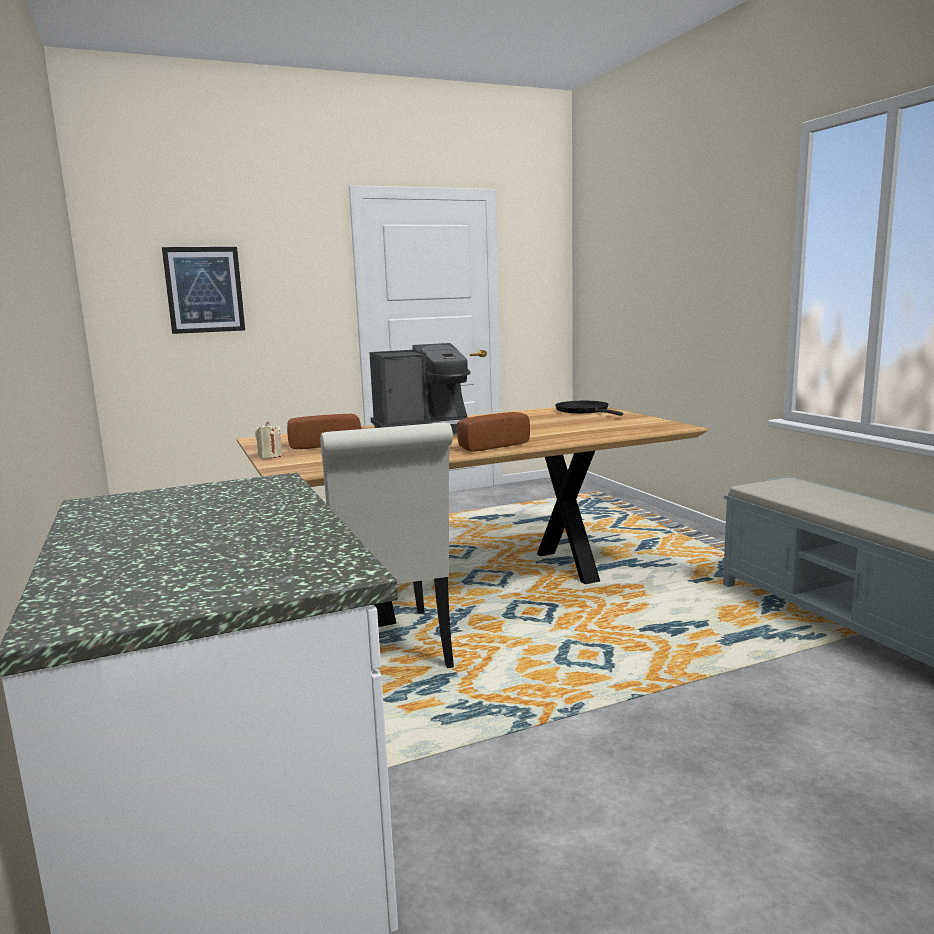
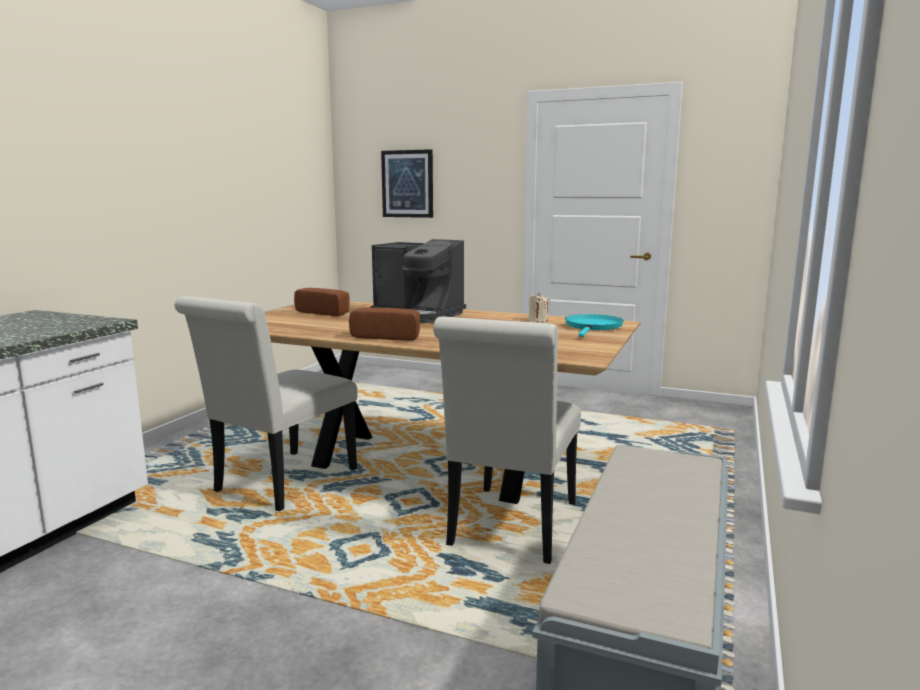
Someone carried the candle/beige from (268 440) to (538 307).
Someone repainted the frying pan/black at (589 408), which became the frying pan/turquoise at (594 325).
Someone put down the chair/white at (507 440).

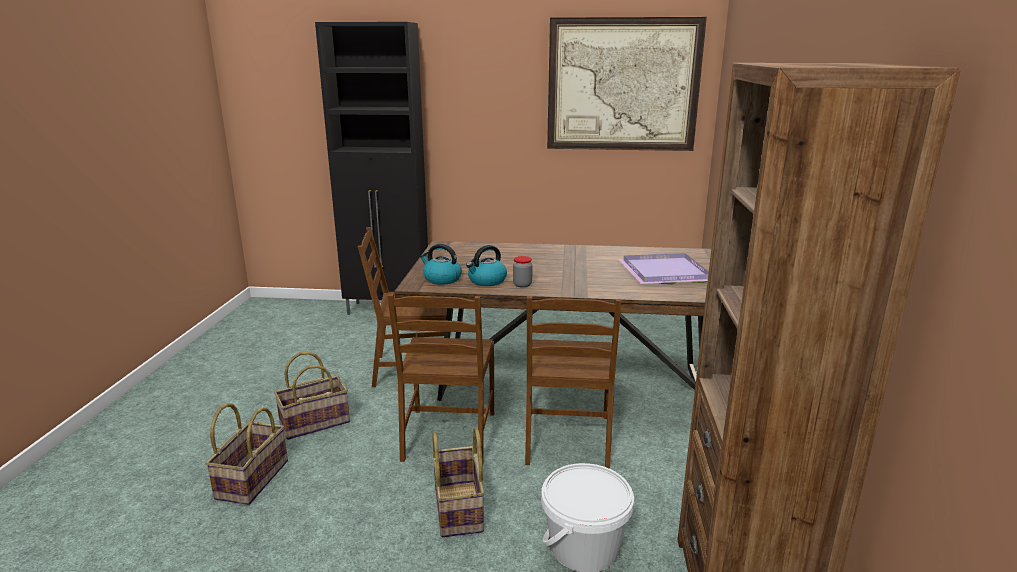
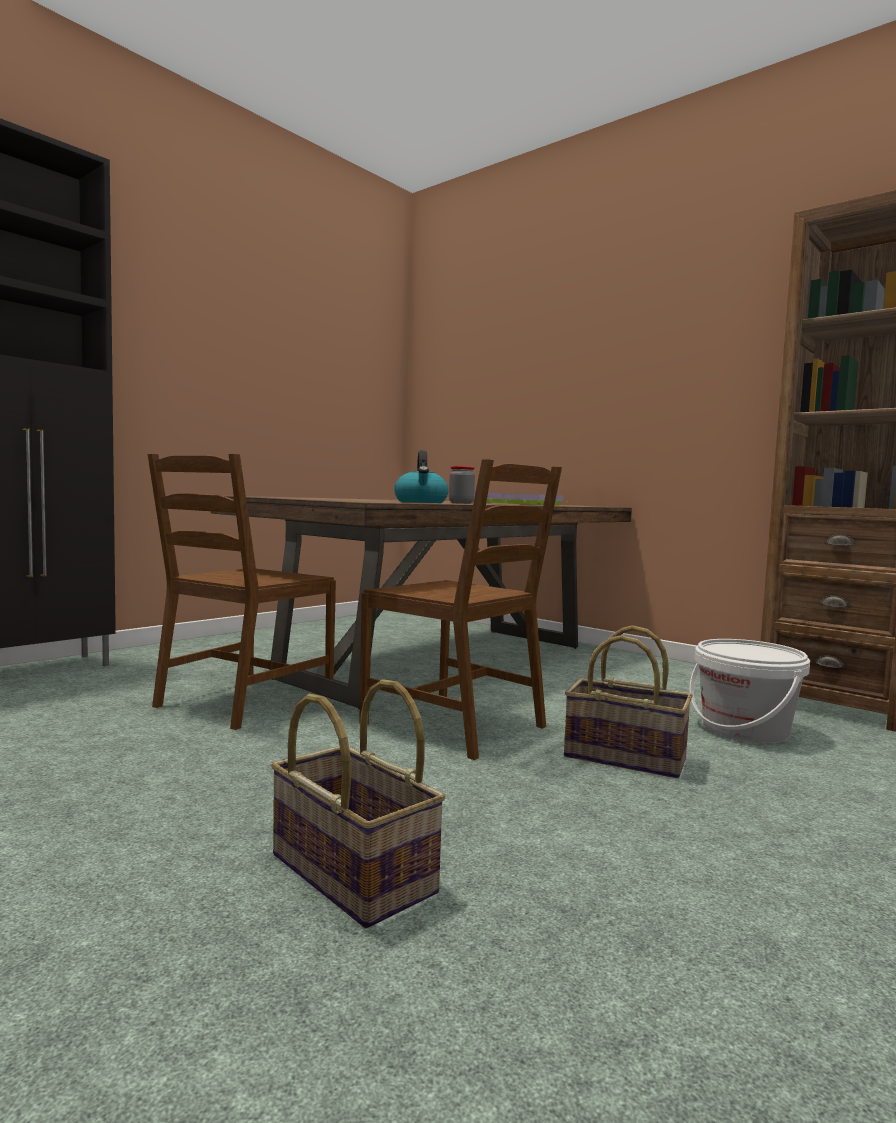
Someone took away the basket at (312 396).
Someone took away the kettle at (441 264).
Someone took away the chair/brown at (573 382).
Someone took away the picture at (627 84).

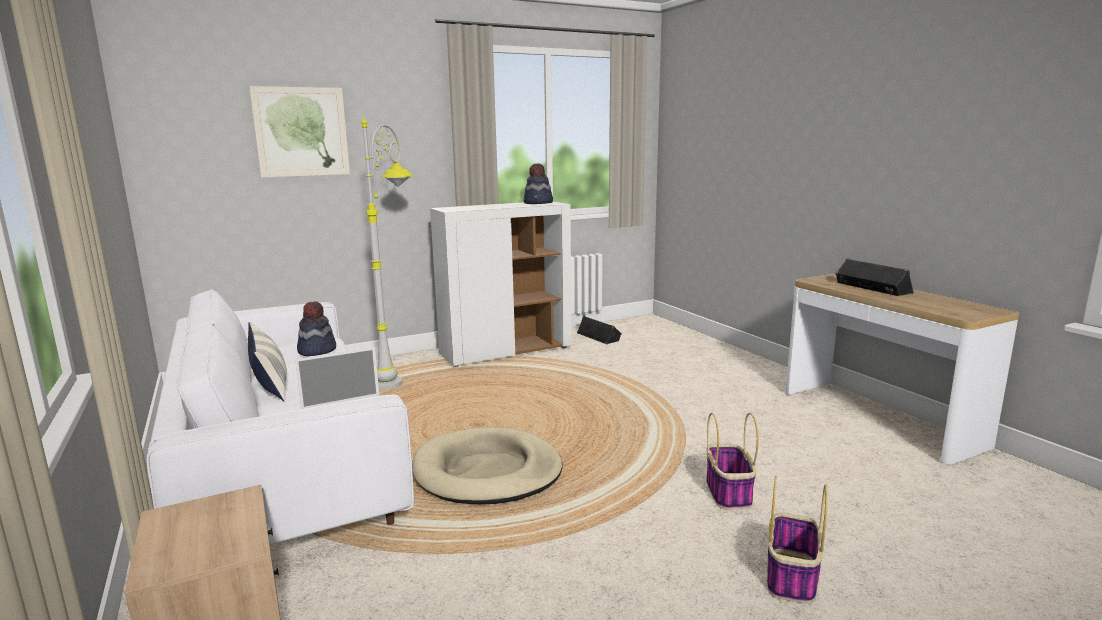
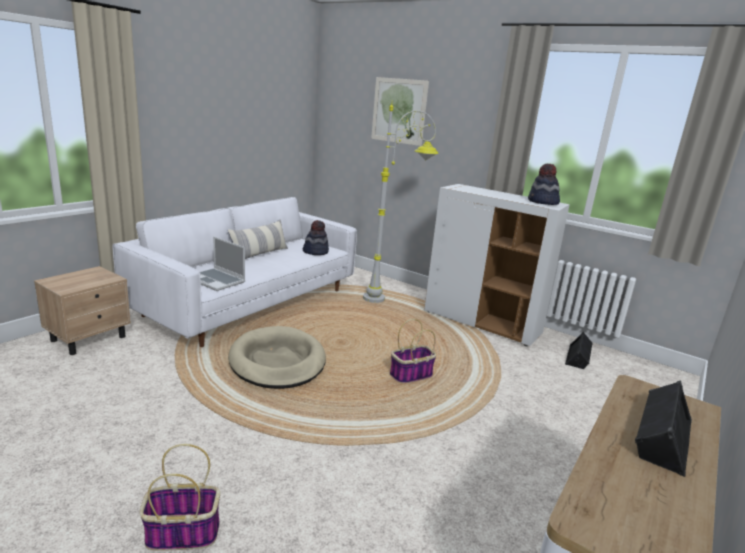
Someone carried the basket from (732 461) to (413 351).

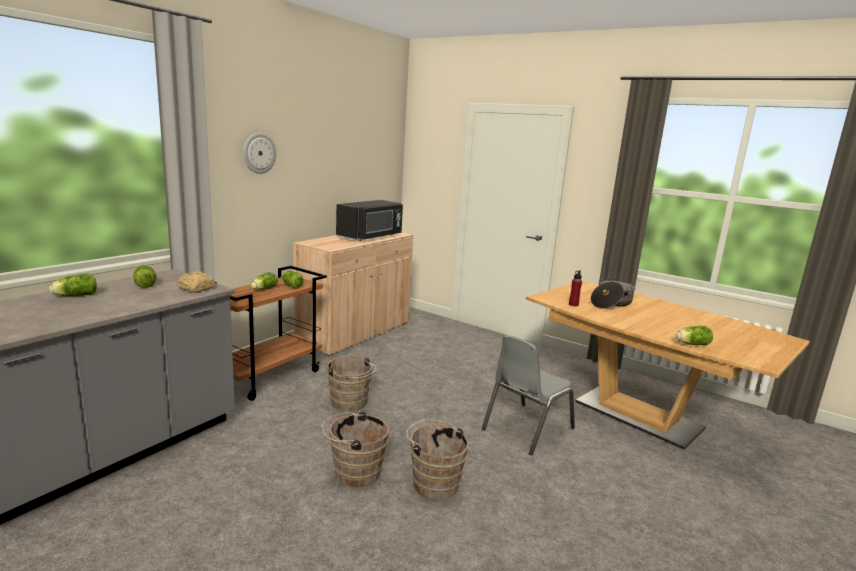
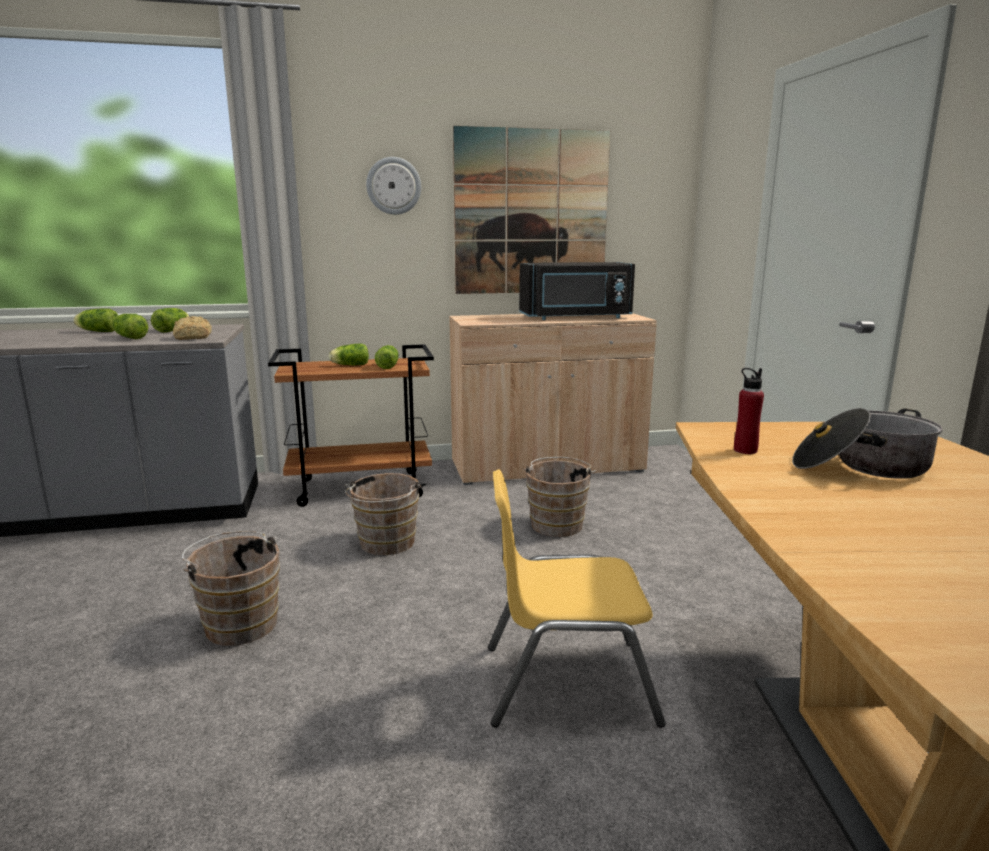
Someone carried the bucket/brown from (437 460) to (559 497).
Someone repainted the chair/grey at (528 395), which became the chair/yellow at (577 598).
Someone carried the lettuce from (694 335) to (130 326).
Someone put up the picture at (531 210).

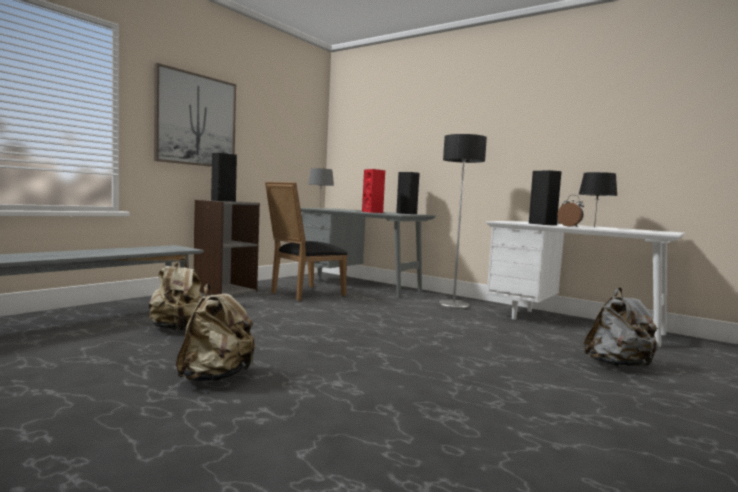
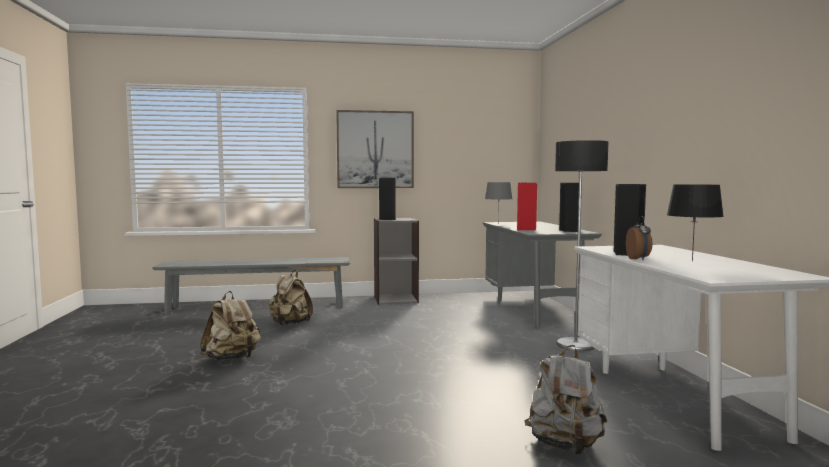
Someone took away the chair/black at (306 241).

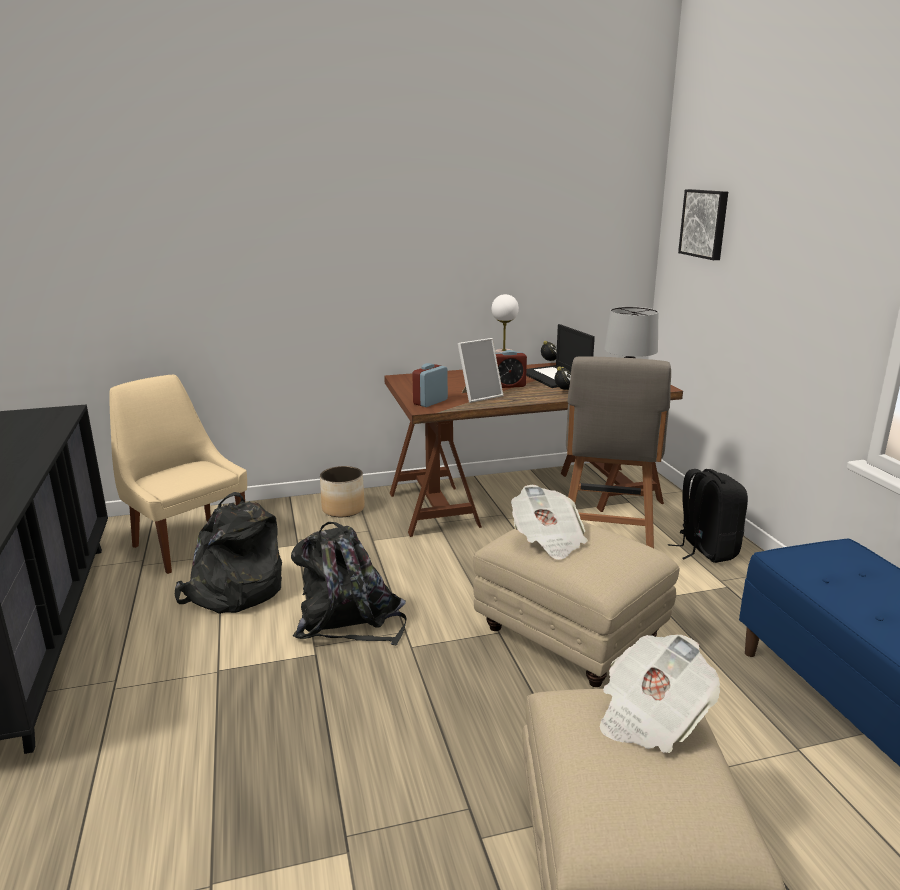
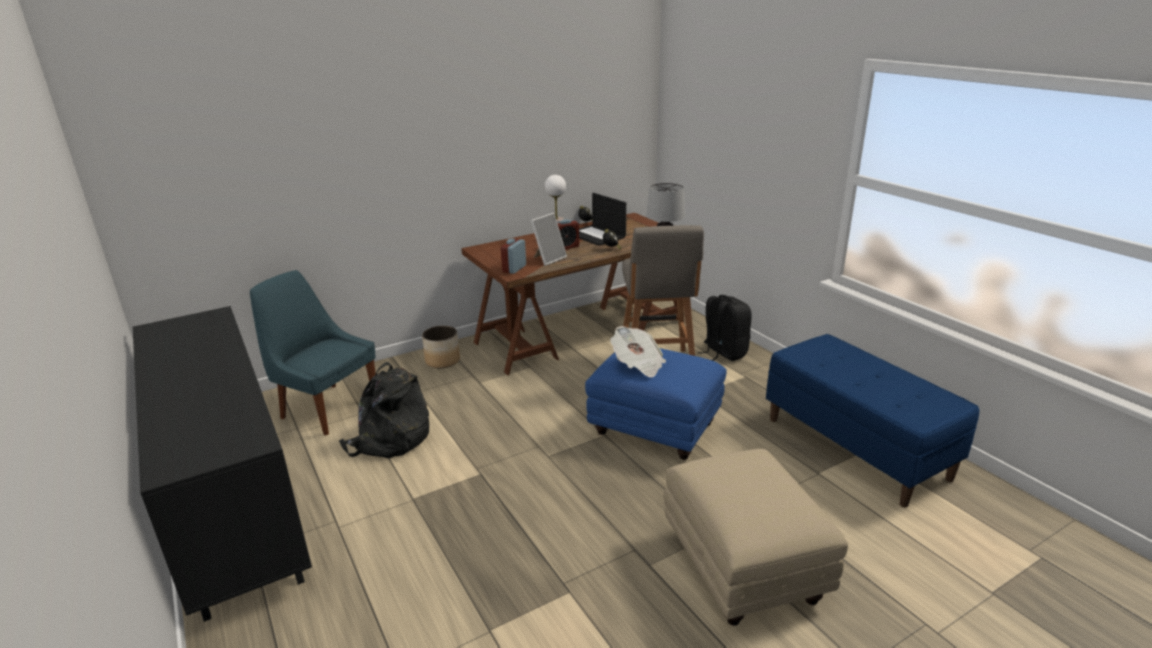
Someone repainted the chair/beige at (178 474), which became the chair/blue at (313 353).
Someone took away the backpack/black at (348 583).
Someone repainted the ottoman/beige at (576 604), which became the ottoman/blue at (656 404).
Someone took away the newspaper at (659 693).
Someone took away the picture at (703 224).

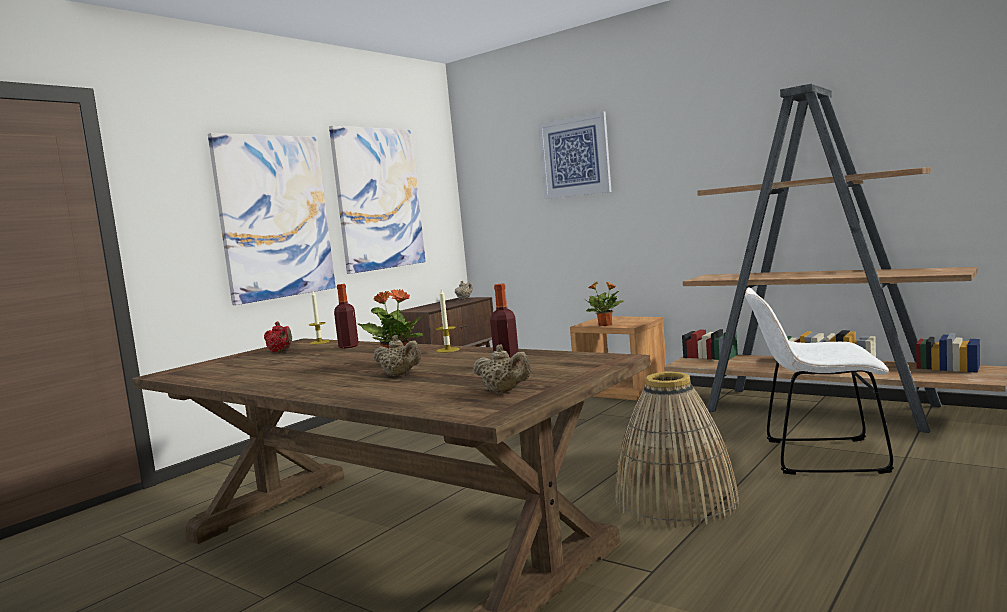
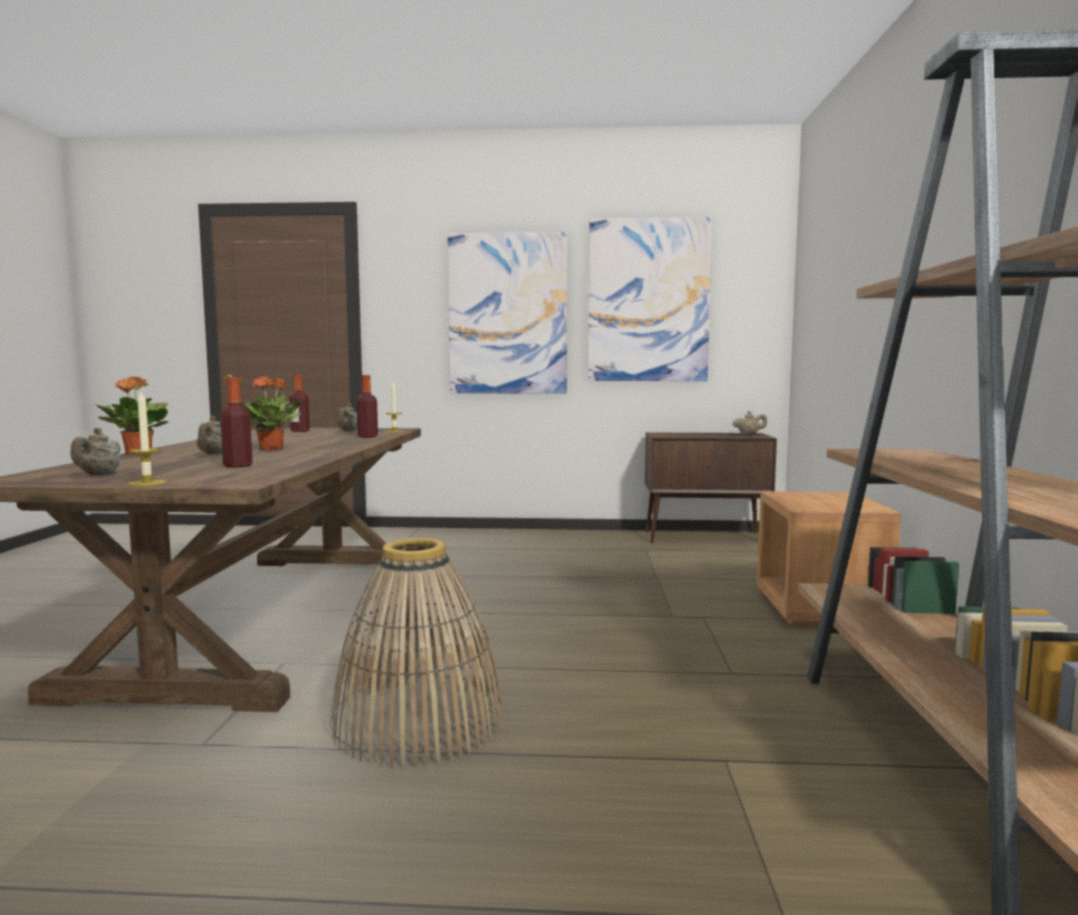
Someone repainted the teapot/red at (278 337), which became the teapot/beige at (347 417).
Someone carried the candle from (447 321) to (147 439).
Someone took away the picture at (574 155).
Someone carried the potted plant from (603 304) to (131 416).
Someone took away the chair/white at (819 381).
Someone put down the bottle at (299 403).

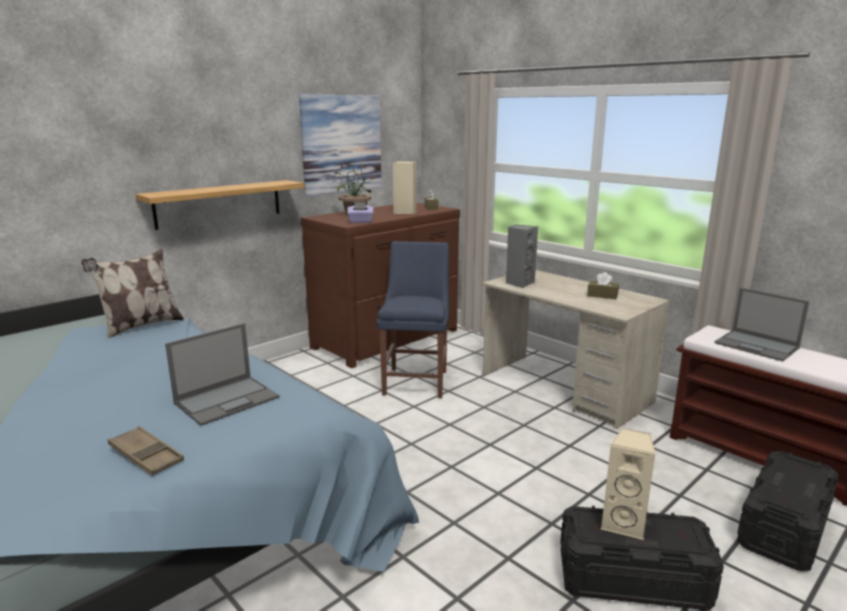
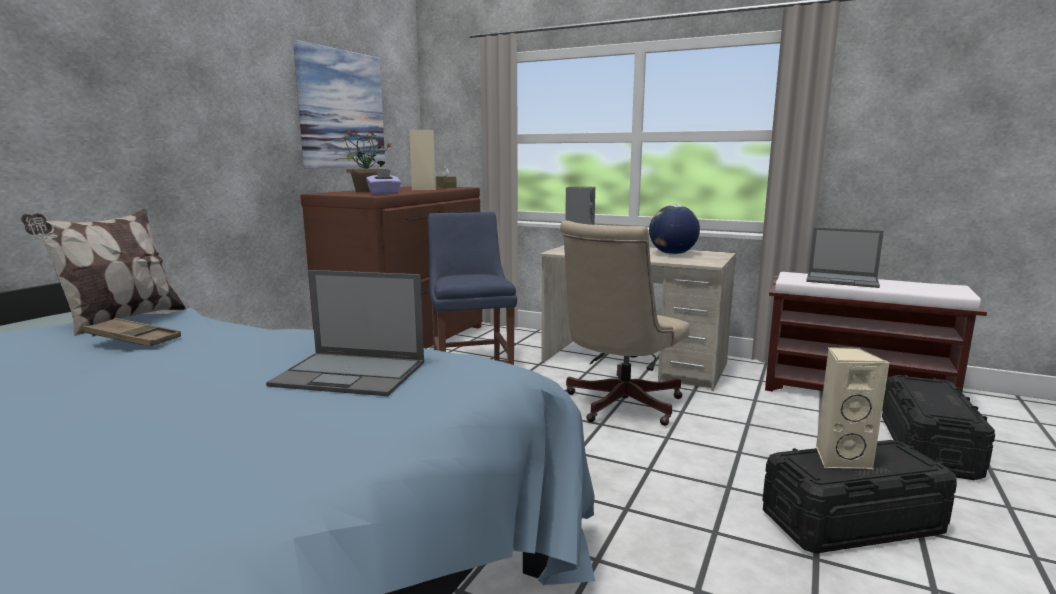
Someone carried the tray/brown from (146 451) to (132 332).
Someone took away the shelf at (220 205).
Someone rotated the laptop at (222 374) by 75 degrees clockwise.
Someone swapped the tissue box/brown at (603 285) for the globe at (674 230).
Someone put down the office chair/beige at (624 323).

